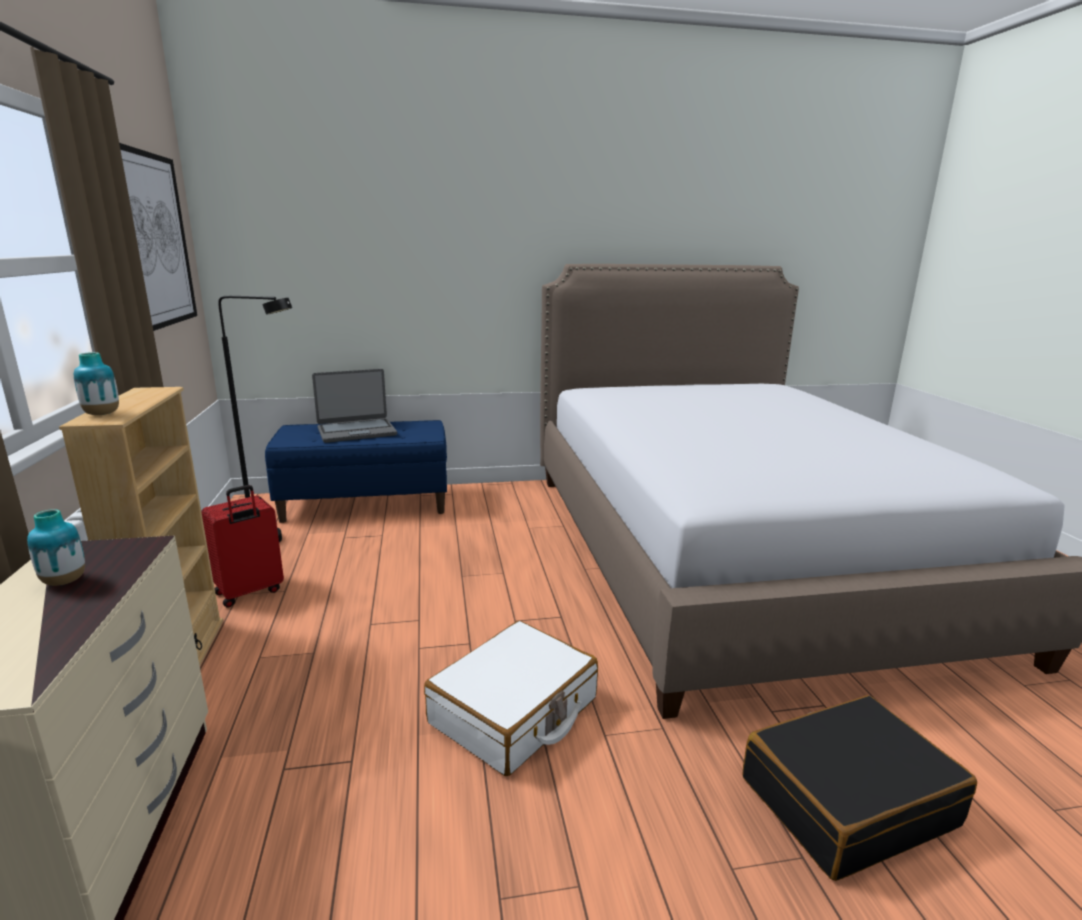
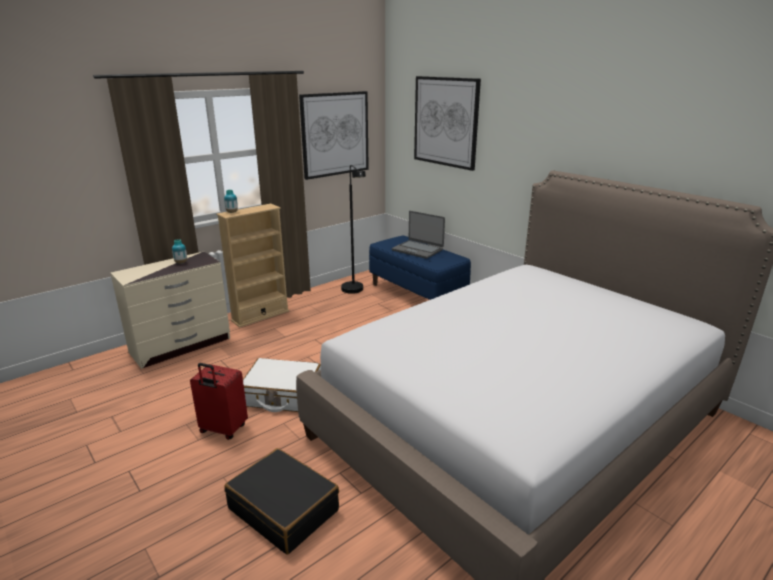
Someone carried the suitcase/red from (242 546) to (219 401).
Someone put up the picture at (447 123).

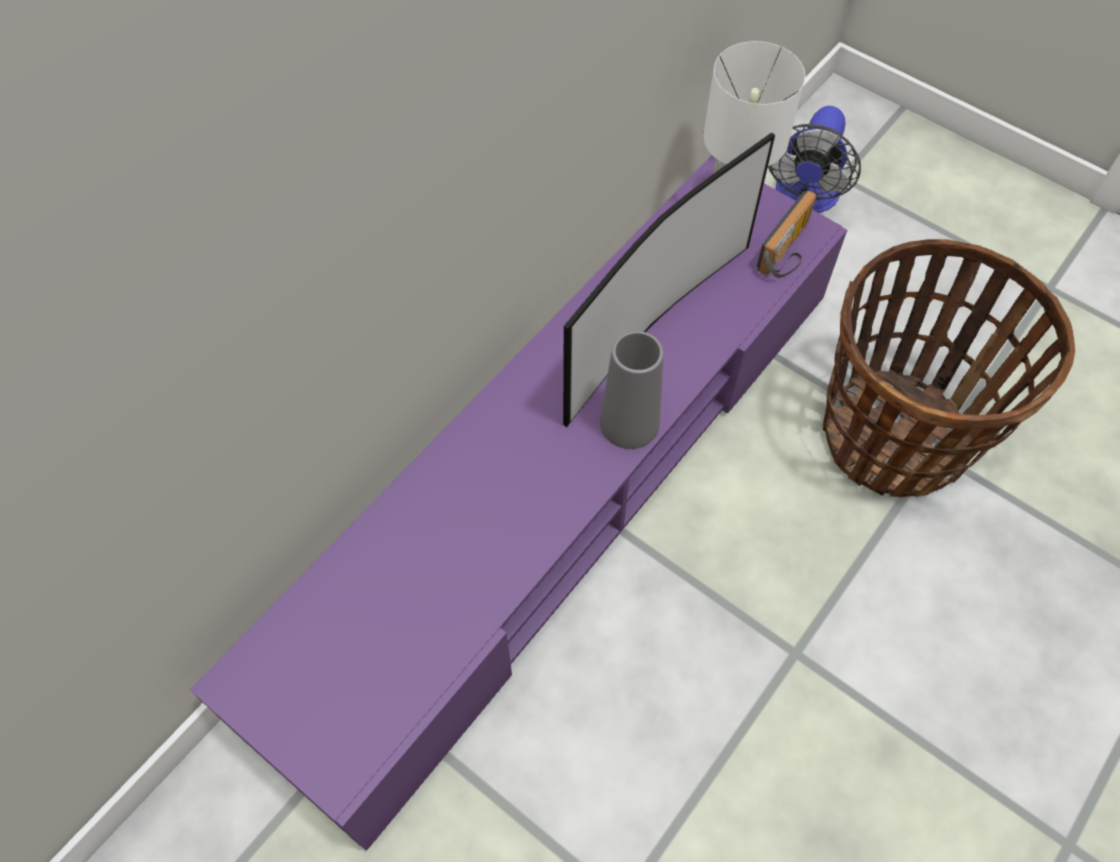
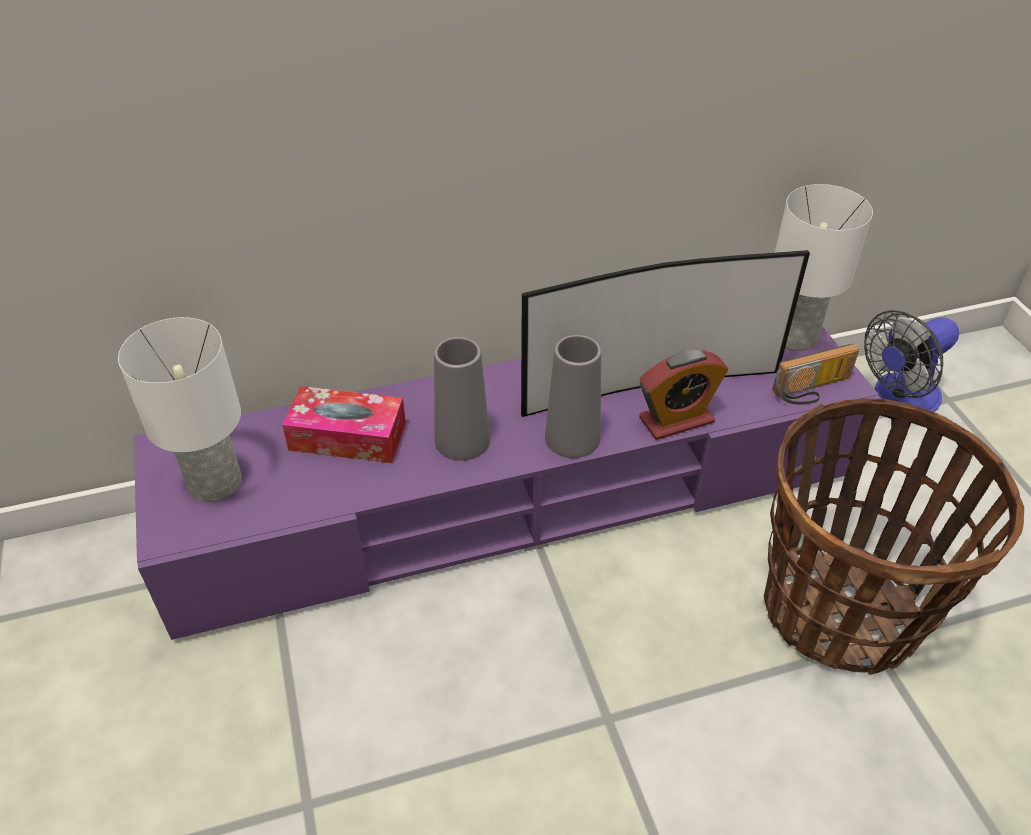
Someone put down the table lamp/white at (180 409).
Someone put down the tissue box at (344 424).
Someone put down the vase/grey at (462 399).
Someone put down the alarm clock at (683 395).

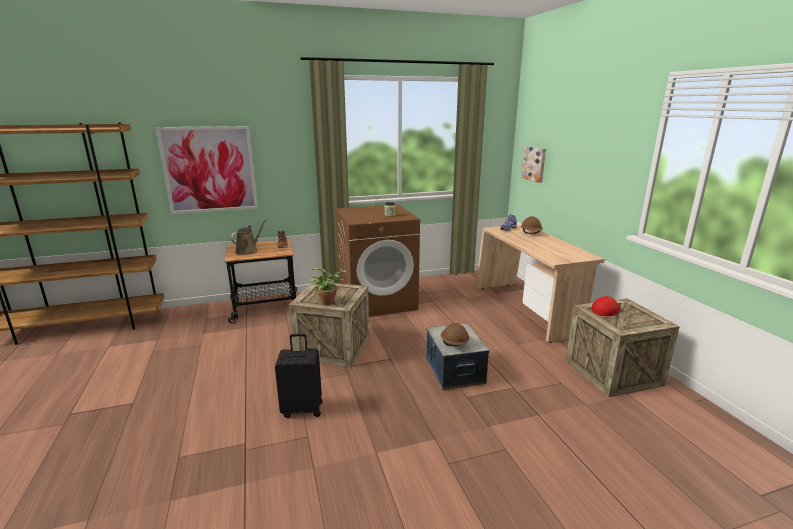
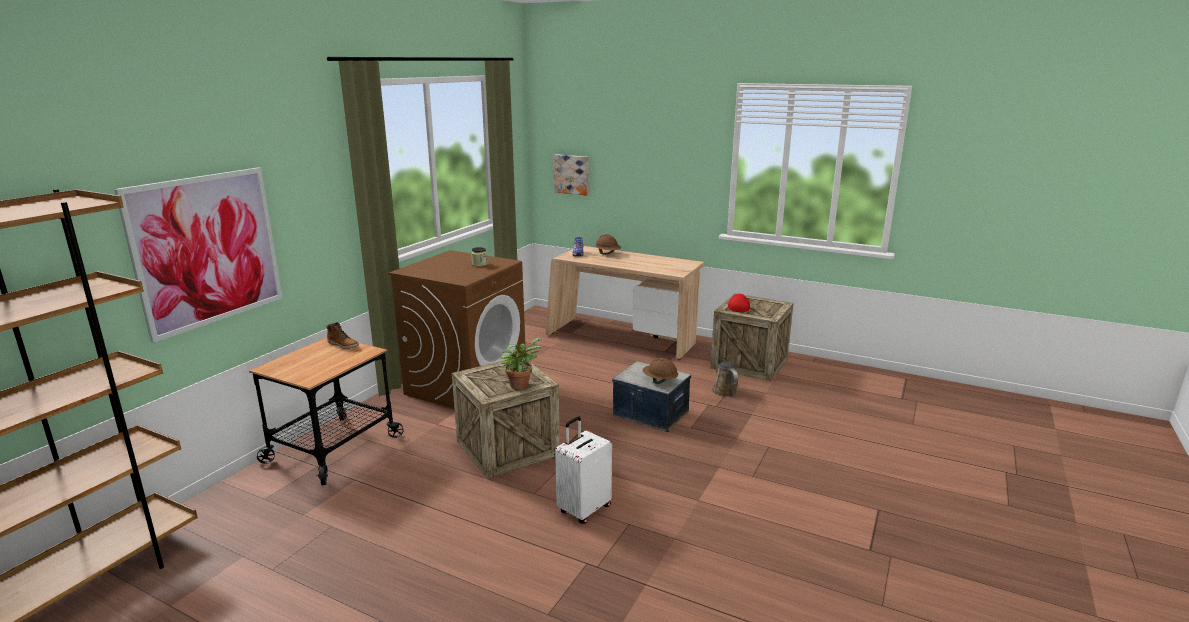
Someone carried the watering can/brown from (248 237) to (725 371).
Someone repainted the suitcase/black at (299 376), which became the suitcase/white at (583 470).

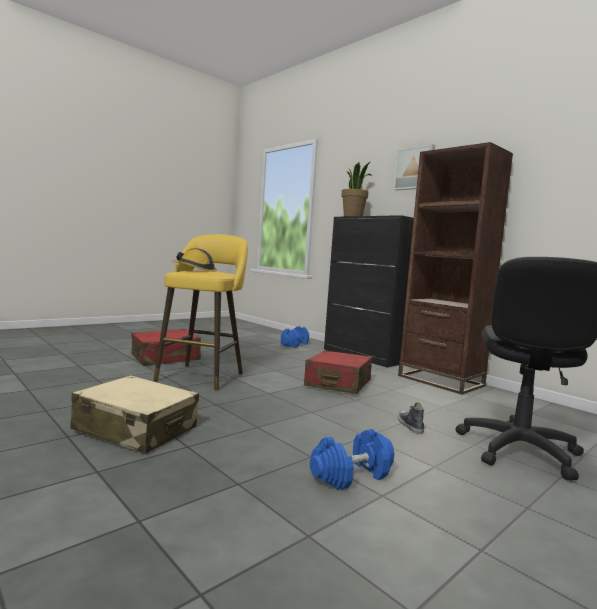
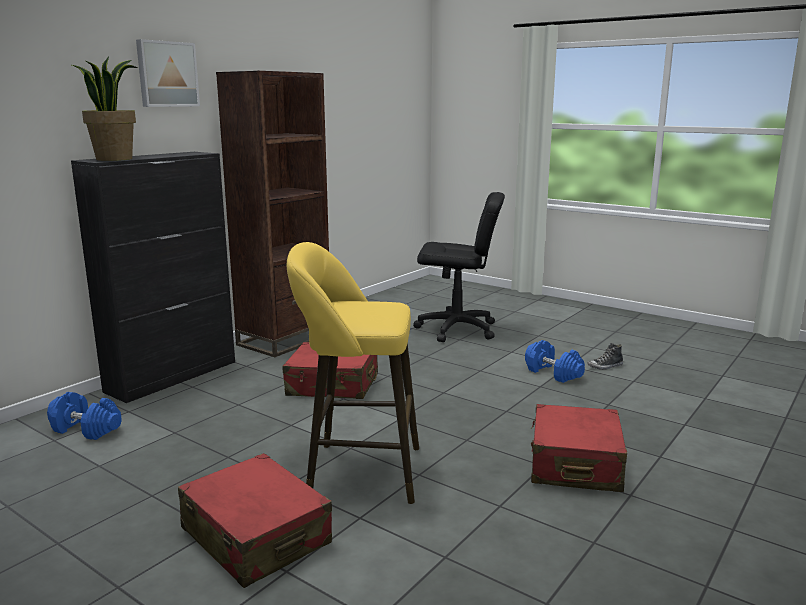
Someone repainted the suitcase/beige at (135 414), which became the suitcase/red at (579 448).
Someone took away the hard hat at (194 260).
Someone carried the shoe from (411 418) to (605 356).

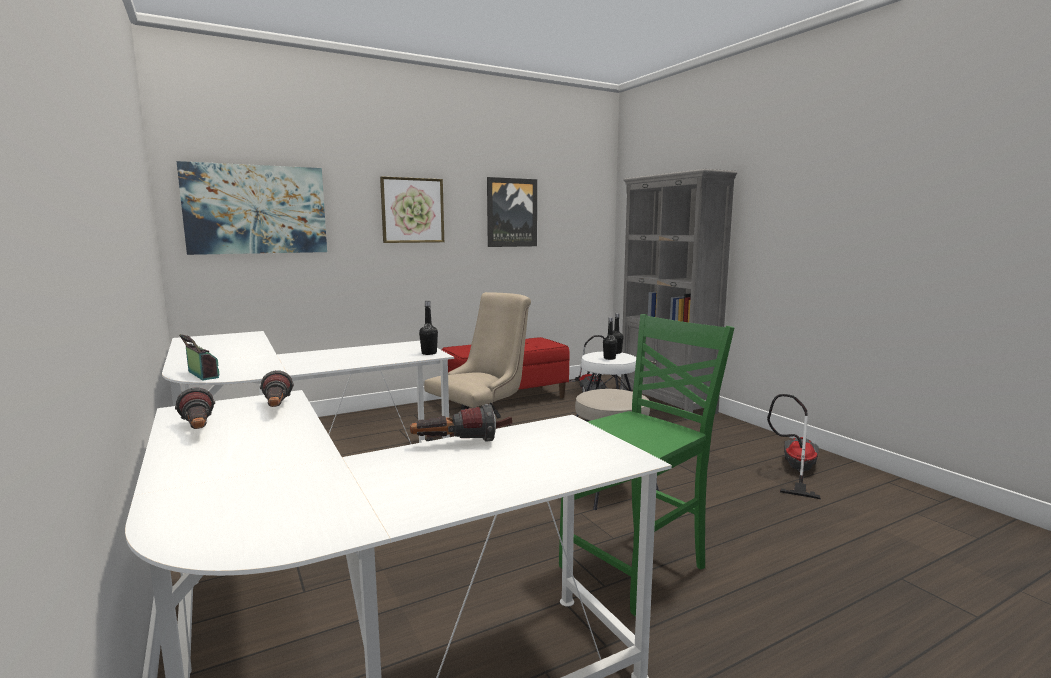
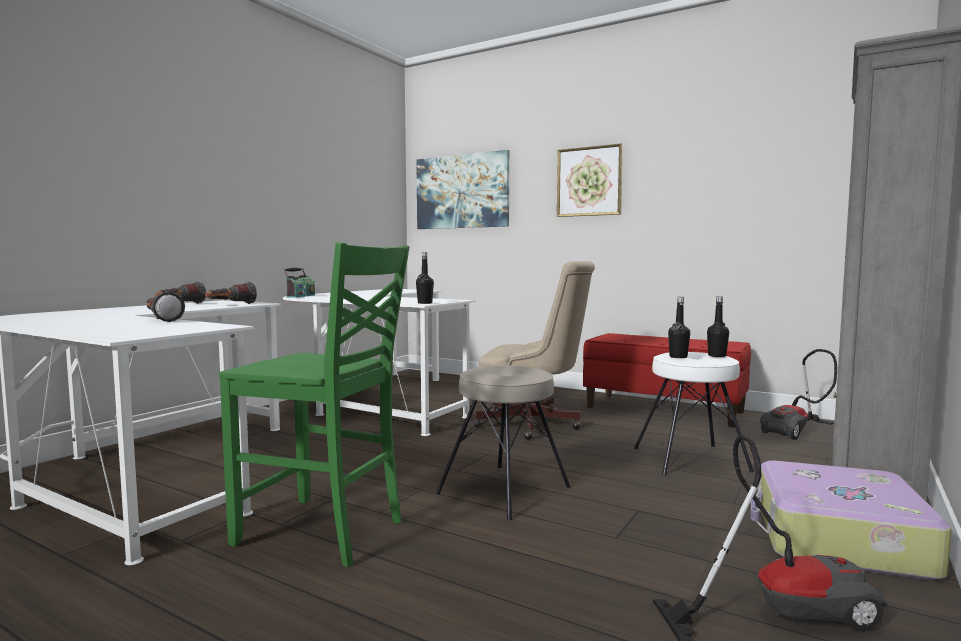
Someone took away the picture at (512 212).
Someone put down the suitcase at (851 520).

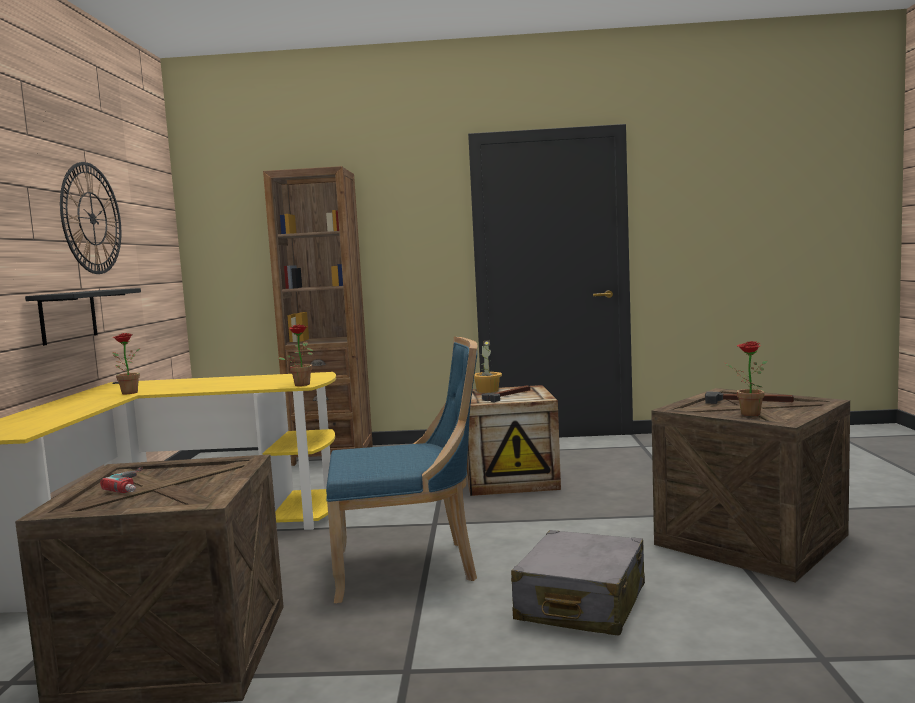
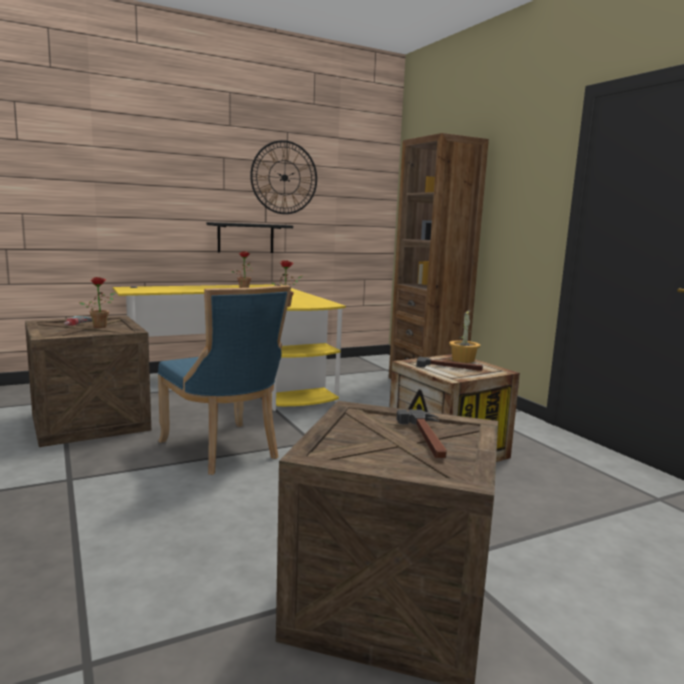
Someone took away the suitcase/grey at (578 583).
Someone carried the potted plant from (746 378) to (97 302).

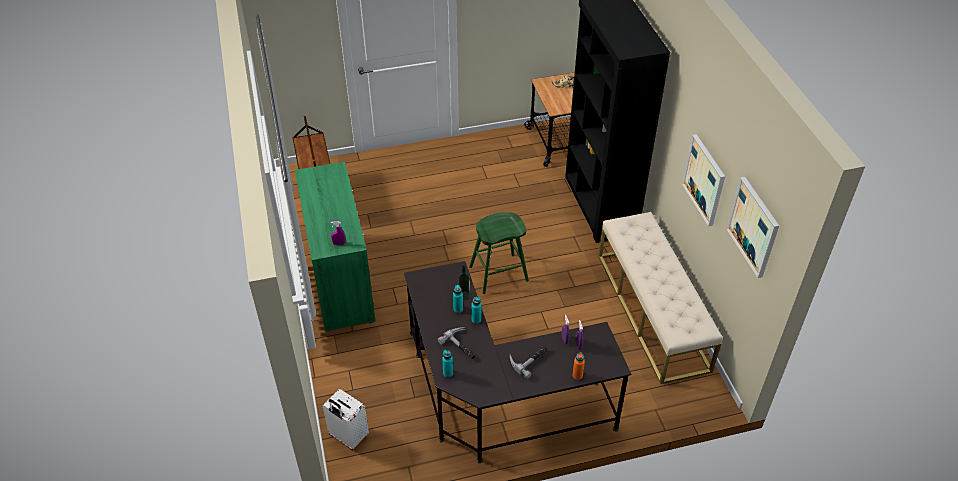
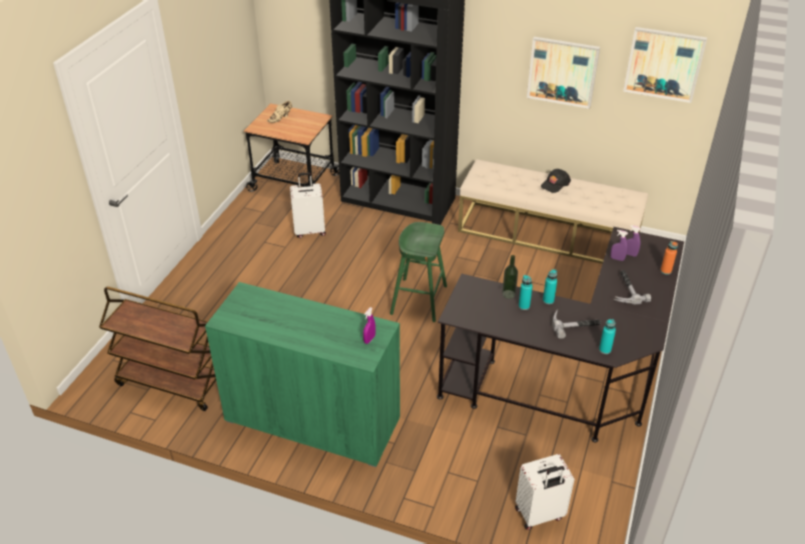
Someone put down the suitcase/white at (308 205).
Someone put down the cap/black at (556 181).

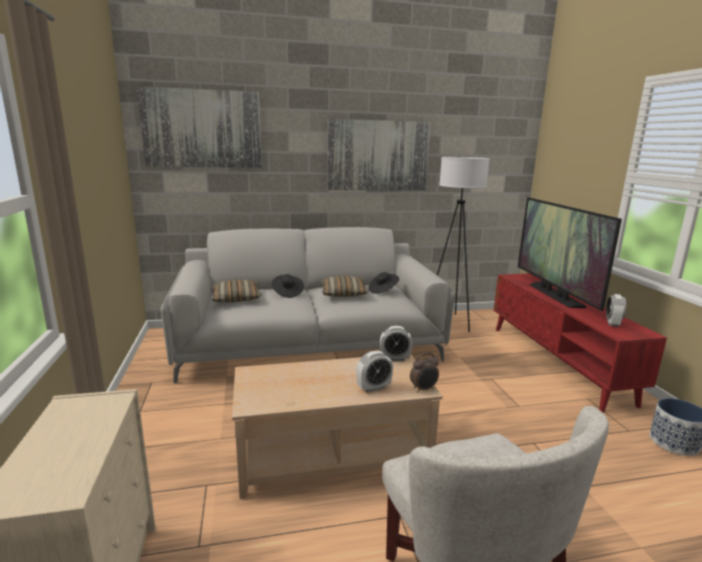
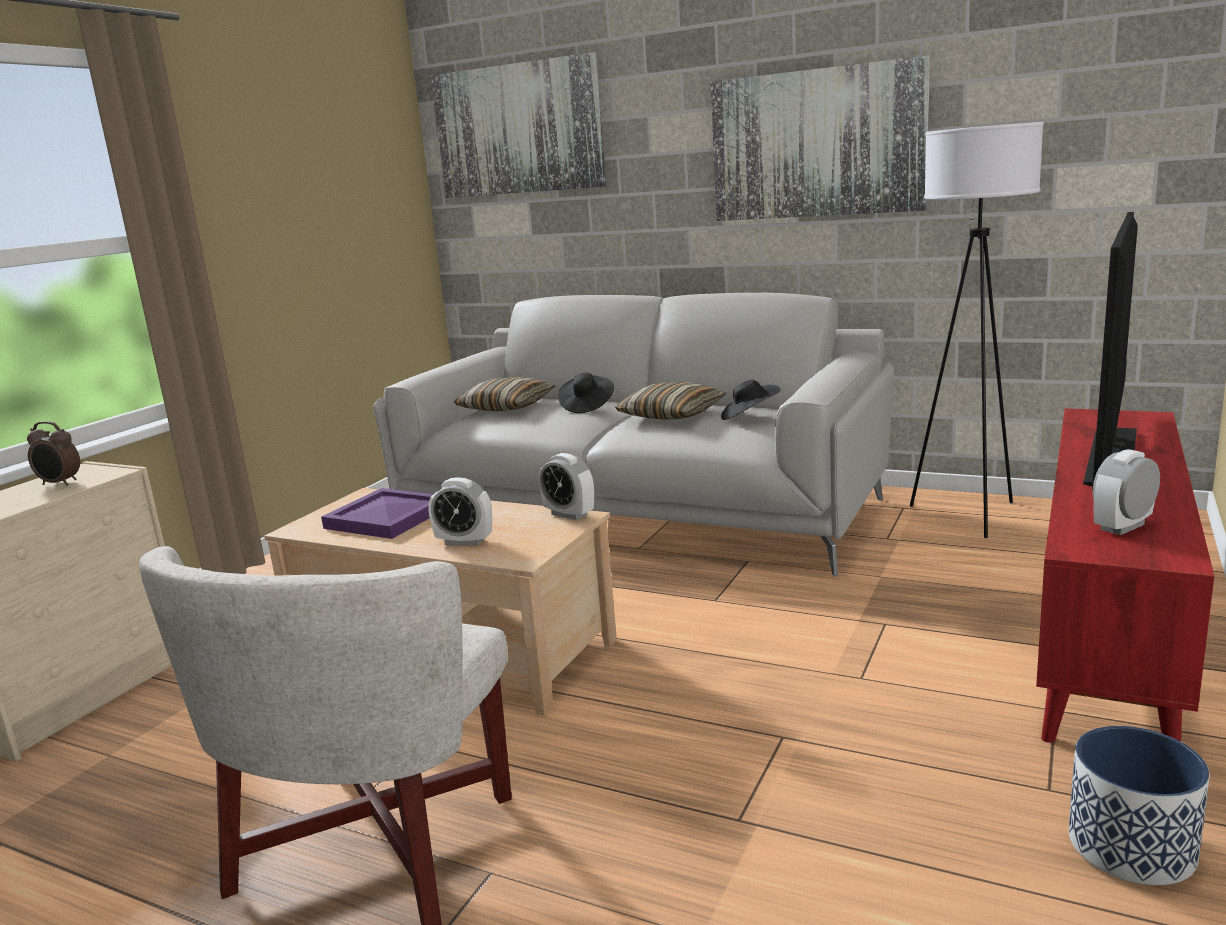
Someone carried the alarm clock from (424 372) to (53 453).
Someone put down the tray/purple at (377 513).

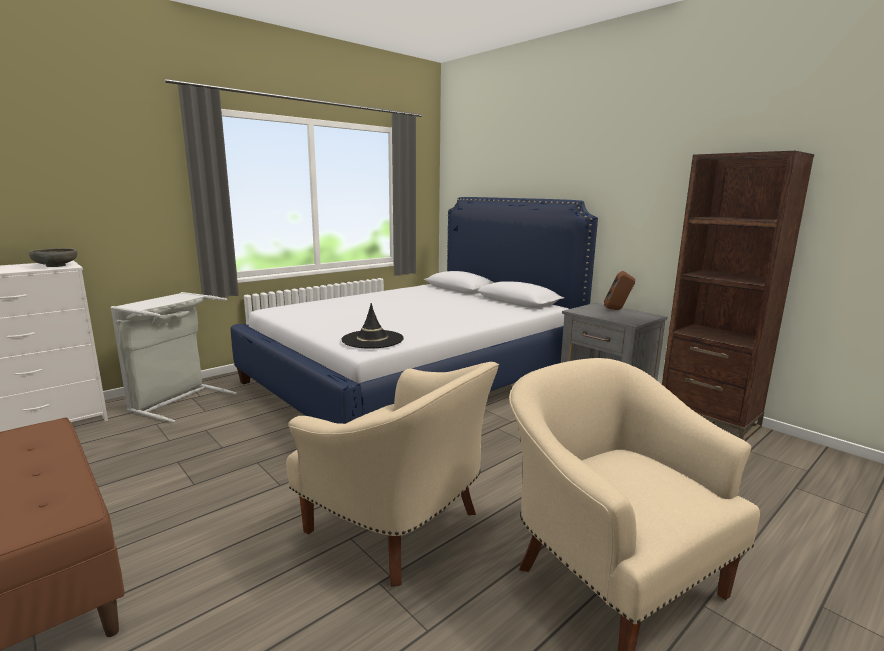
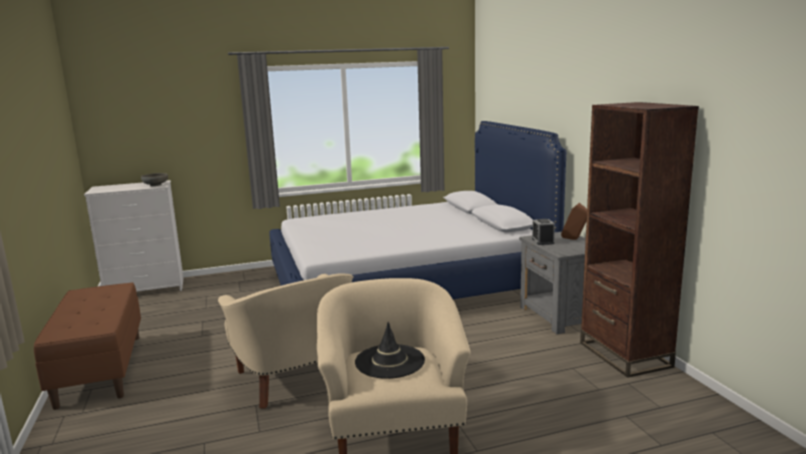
Someone took away the laundry basket/grey at (173 357).
Someone carried the hat/black from (372 326) to (390 350).
Someone put down the alarm clock at (543 232).

